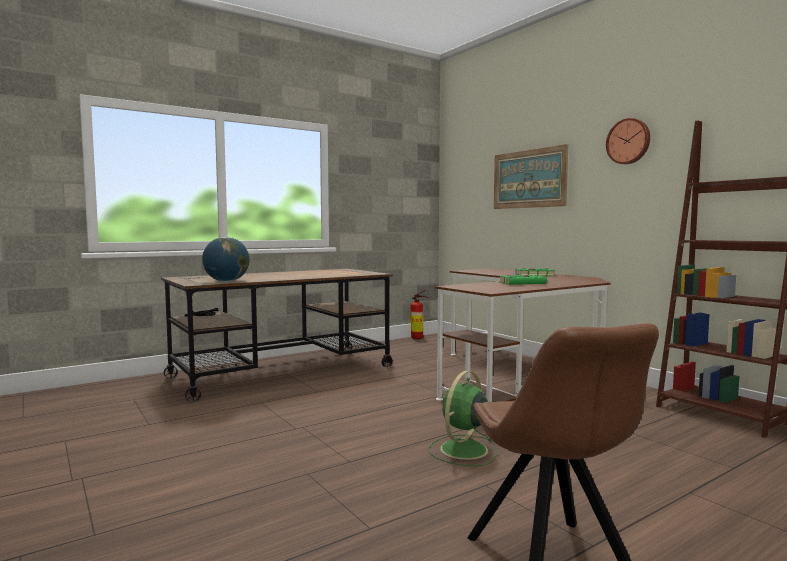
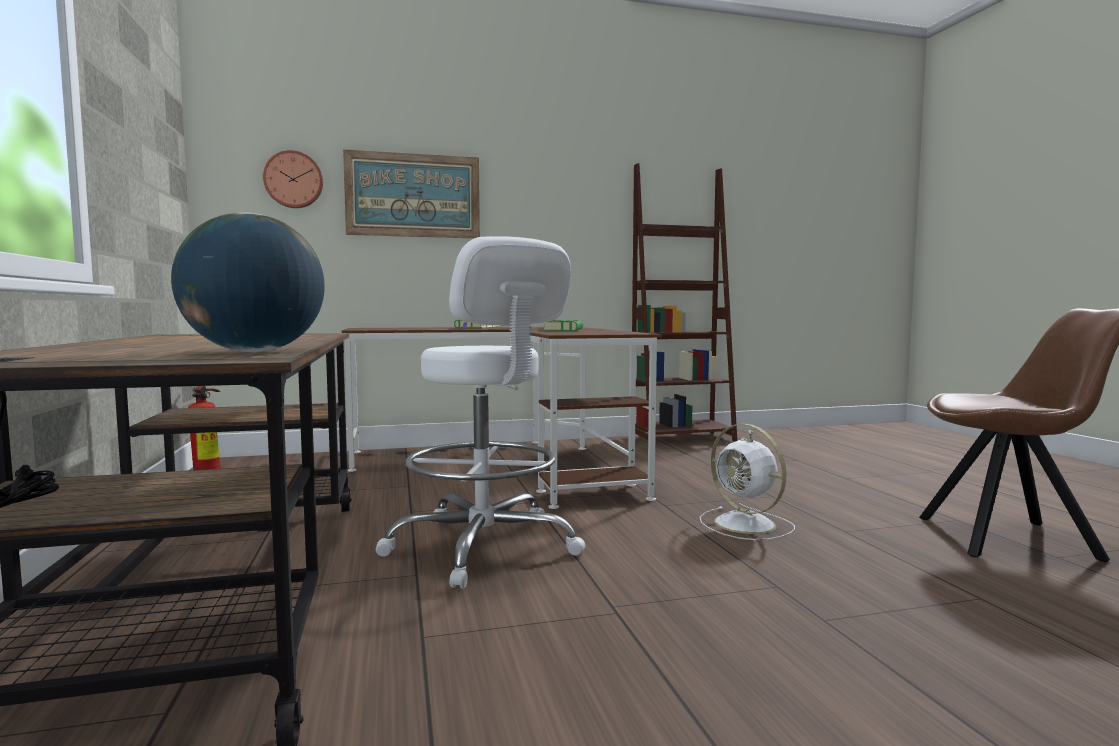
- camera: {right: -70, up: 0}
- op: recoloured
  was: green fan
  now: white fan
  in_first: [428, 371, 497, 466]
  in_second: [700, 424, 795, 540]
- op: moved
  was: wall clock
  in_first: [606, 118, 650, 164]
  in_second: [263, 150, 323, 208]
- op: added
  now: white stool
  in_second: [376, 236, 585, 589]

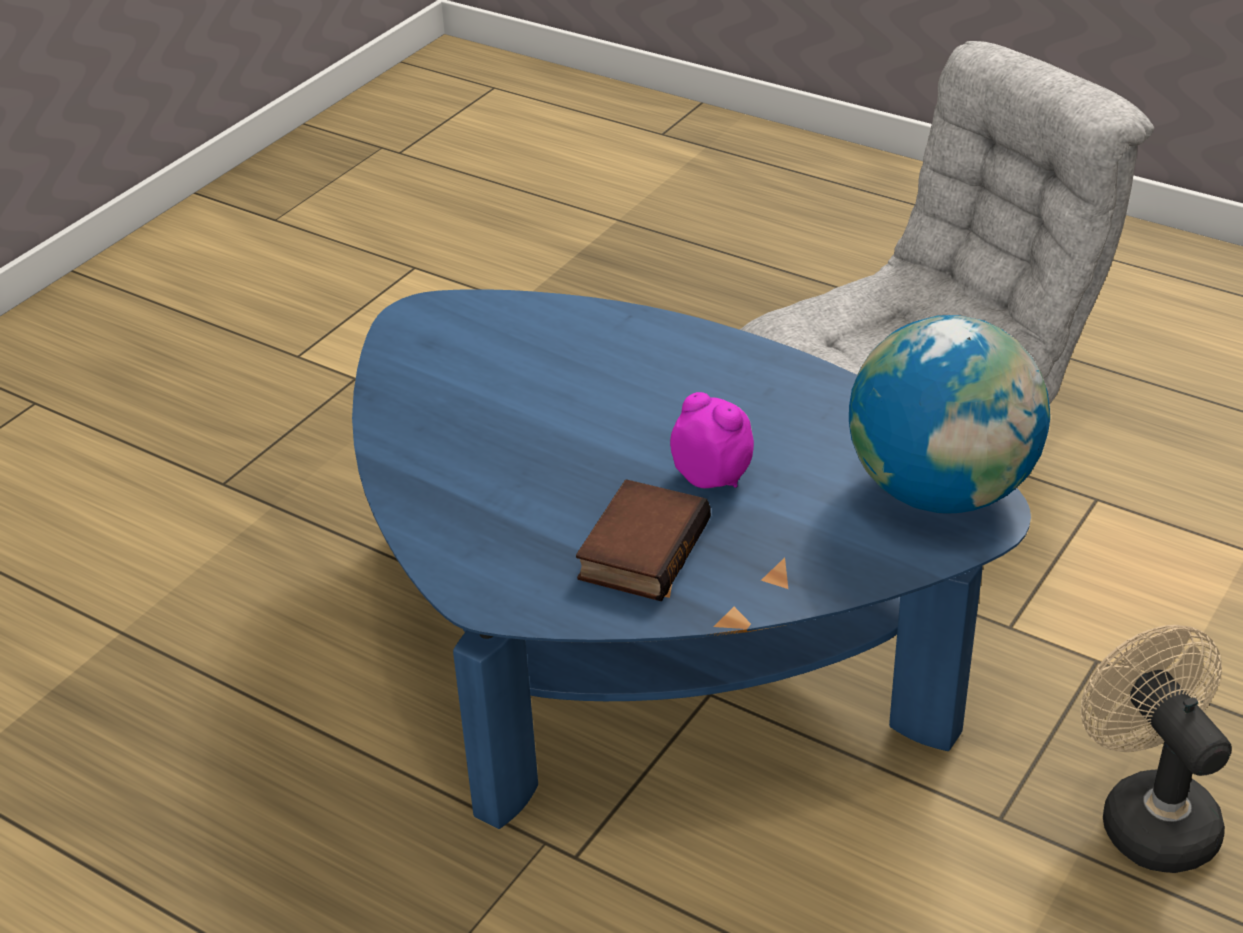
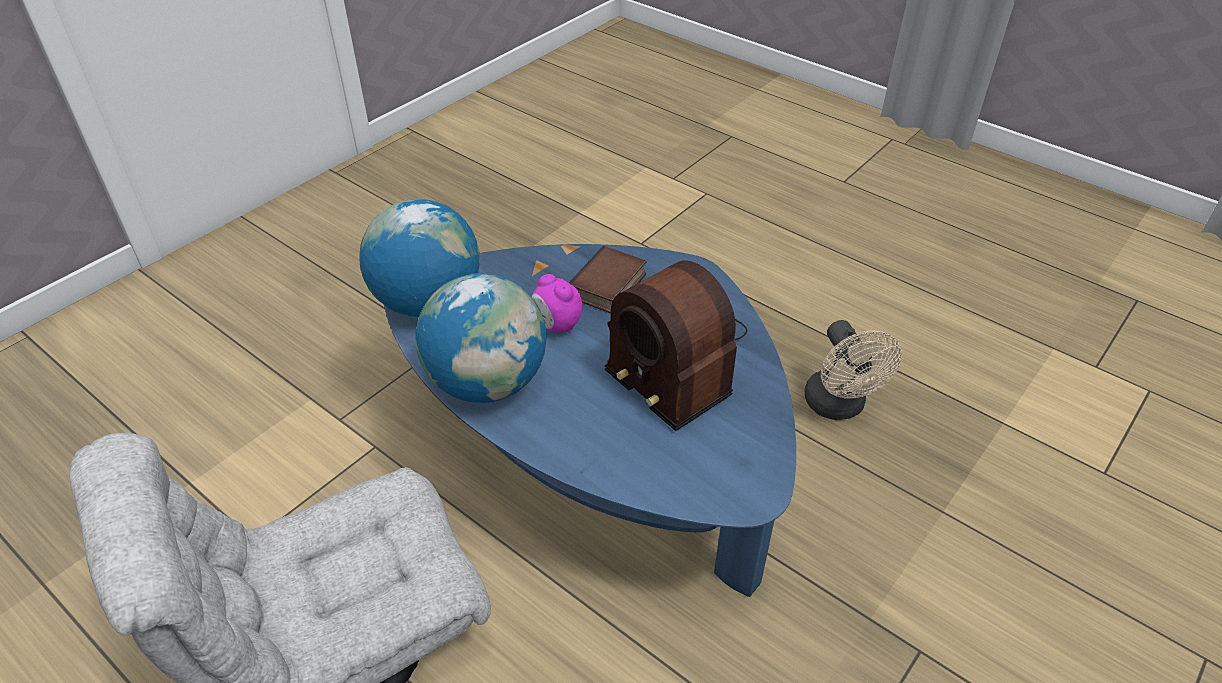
- camera: {right: -175, up: 5}
- op: moved
  was: beige fan
  in_first: [1081, 625, 1232, 873]
  in_second: [804, 320, 902, 420]
- op: added
  now: globe
  in_second: [416, 273, 547, 403]
- op: added
  now: radio
  in_second: [605, 260, 747, 431]

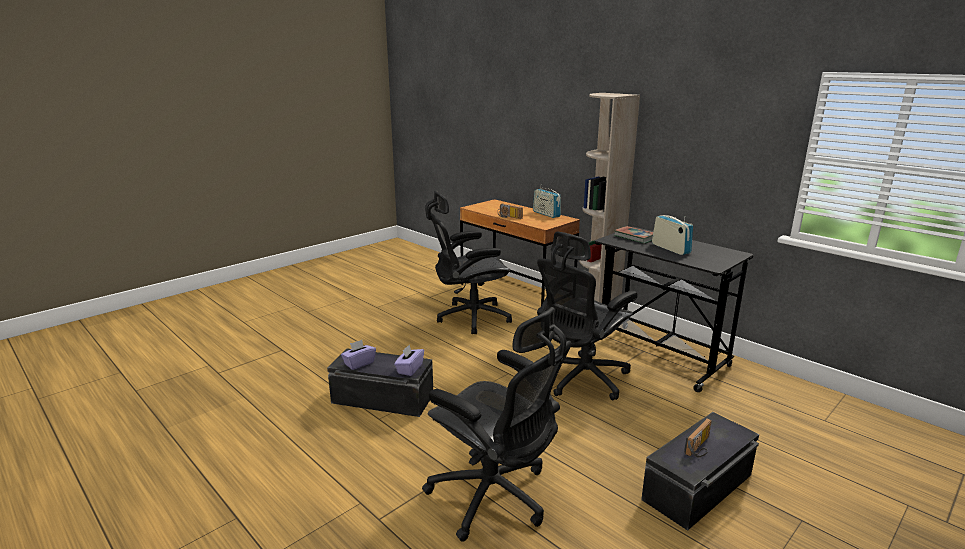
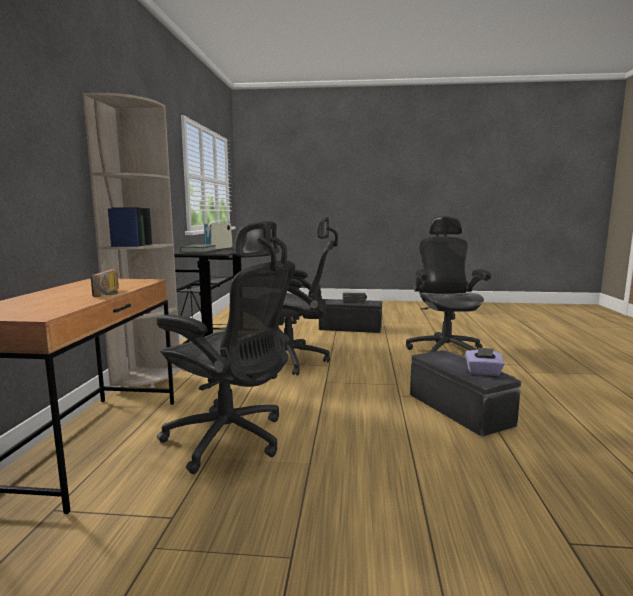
- camera: {right: -130, up: -10}
- op: removed
  was: purple tissue box
  in_first: [394, 345, 424, 376]
- op: removed
  was: radio
  in_first: [533, 188, 561, 218]

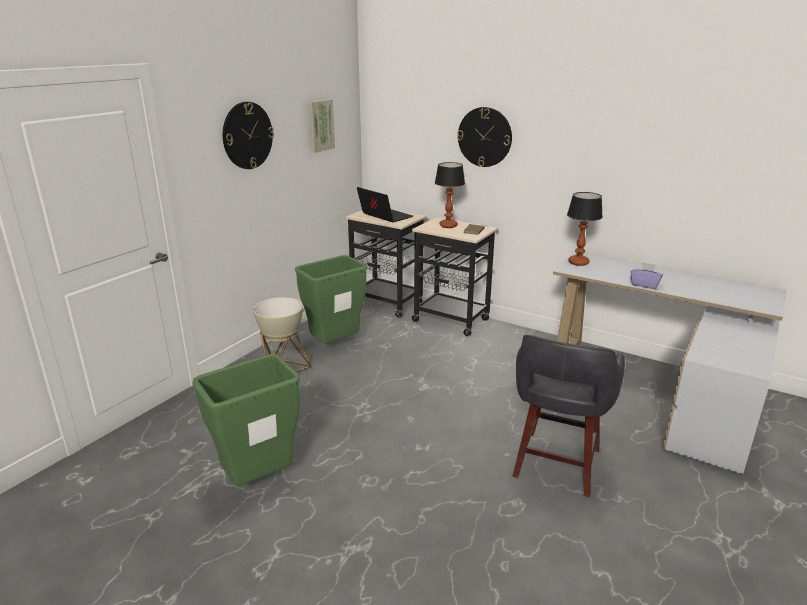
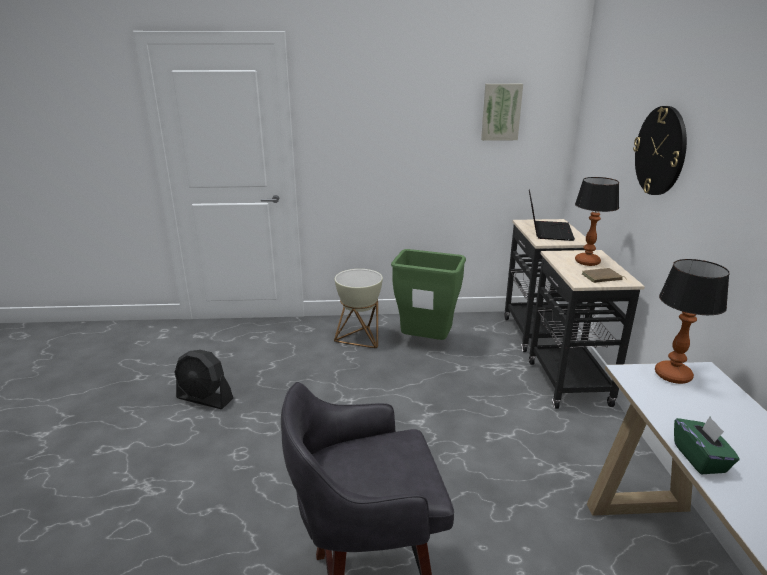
- camera: {right: 55, up: 0}
- op: replaced
  was: green trash can
  now: black fan
  in_first: [193, 354, 300, 486]
  in_second: [174, 350, 233, 409]
- op: removed
  was: wall clock
  in_first: [223, 102, 274, 169]
- op: recoloured
  was: purple tissue box
  now: green tissue box
  in_first: [630, 262, 663, 289]
  in_second: [674, 417, 740, 474]

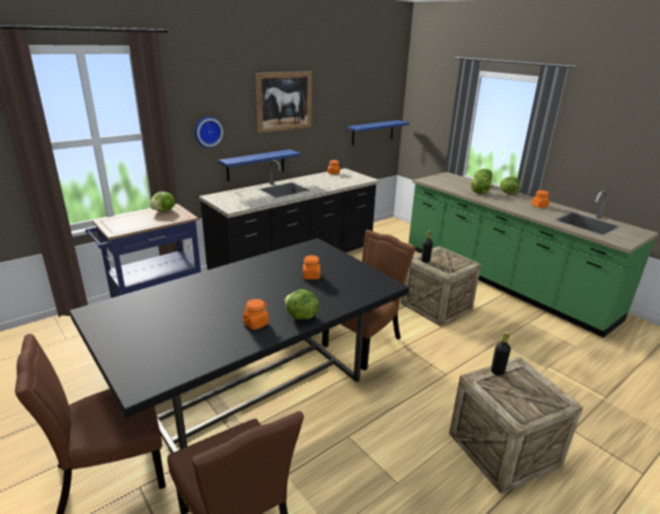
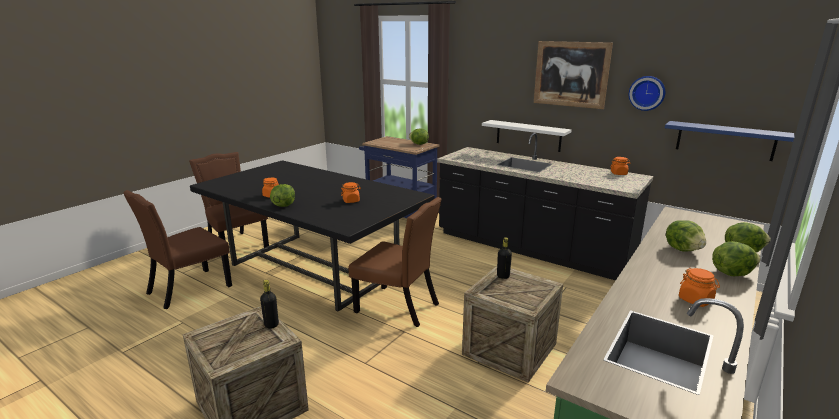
- camera: {right: 75, up: -5}
- op: moved
  was: wall clock
  in_first: [195, 117, 223, 148]
  in_second: [629, 76, 665, 111]
- op: recoloured
  was: blue shelf
  now: white shelf
  in_first: [218, 149, 300, 181]
  in_second: [482, 120, 572, 152]

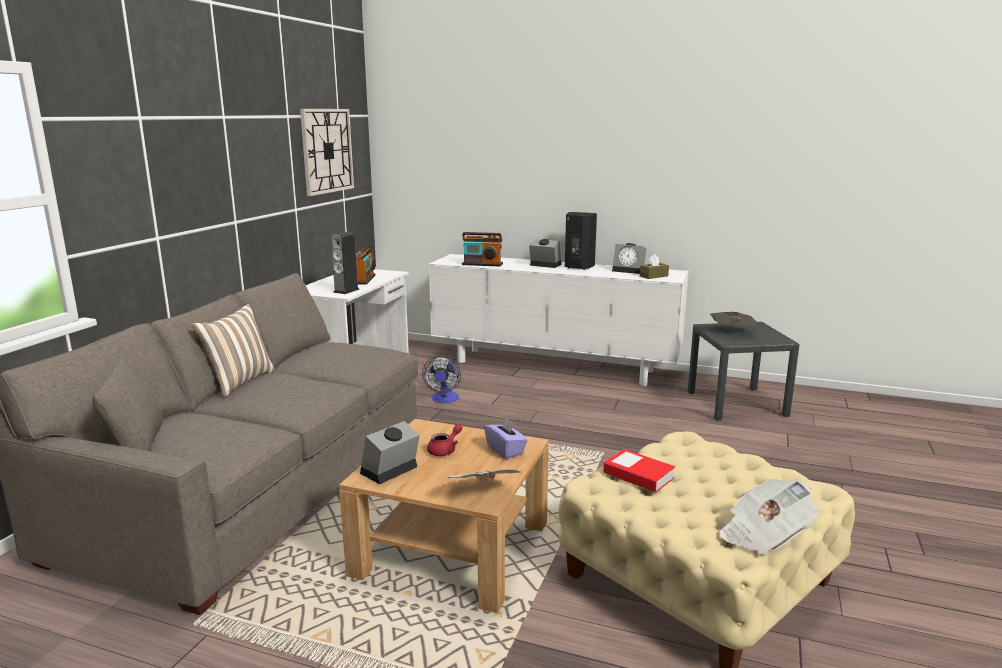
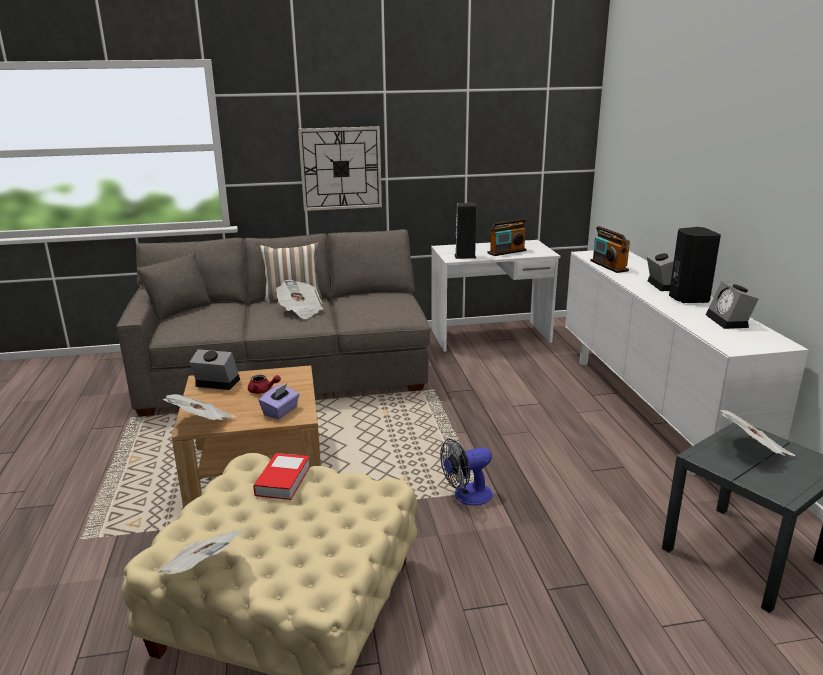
- camera: {right: 60, up: 5}
- op: moved
  was: wall clock
  in_first: [300, 109, 354, 196]
  in_second: [298, 126, 382, 211]
- op: moved
  was: fan
  in_first: [422, 356, 461, 403]
  in_second: [440, 439, 493, 505]
- op: removed
  was: brown tissue box
  in_first: [640, 254, 669, 279]
- op: added
  now: newspaper
  in_second: [276, 280, 324, 319]

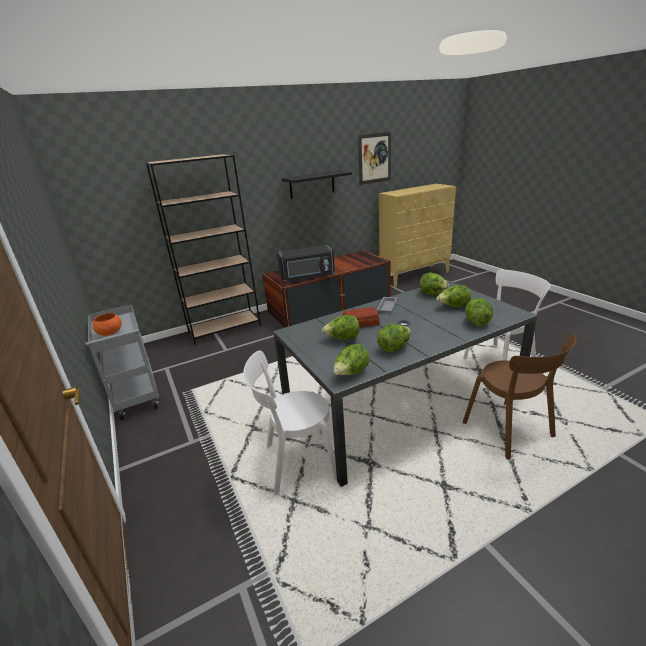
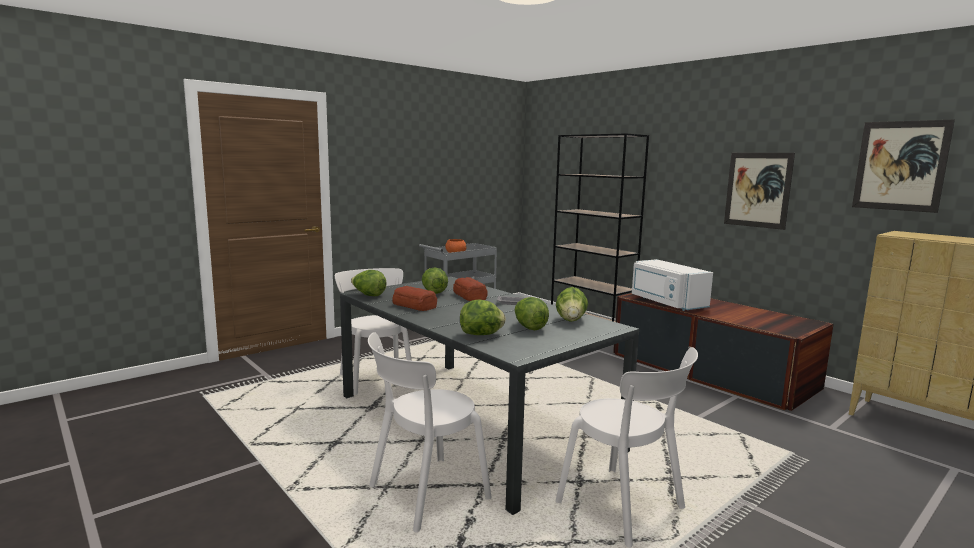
- camera: {right: 75, up: -15}
- op: recoloured
  was: black microwave
  now: white microwave
  in_first: [277, 245, 335, 282]
  in_second: [632, 259, 713, 311]
- op: replaced
  was: black shelf
  now: picture
  in_first: [282, 171, 352, 199]
  in_second: [724, 153, 795, 230]
- op: replaced
  was: lettuce
  now: bread
  in_first: [377, 324, 411, 352]
  in_second: [392, 286, 437, 311]
- op: recoloured
  was: brown chair
  now: white chair
  in_first: [463, 334, 577, 460]
  in_second: [368, 332, 492, 532]

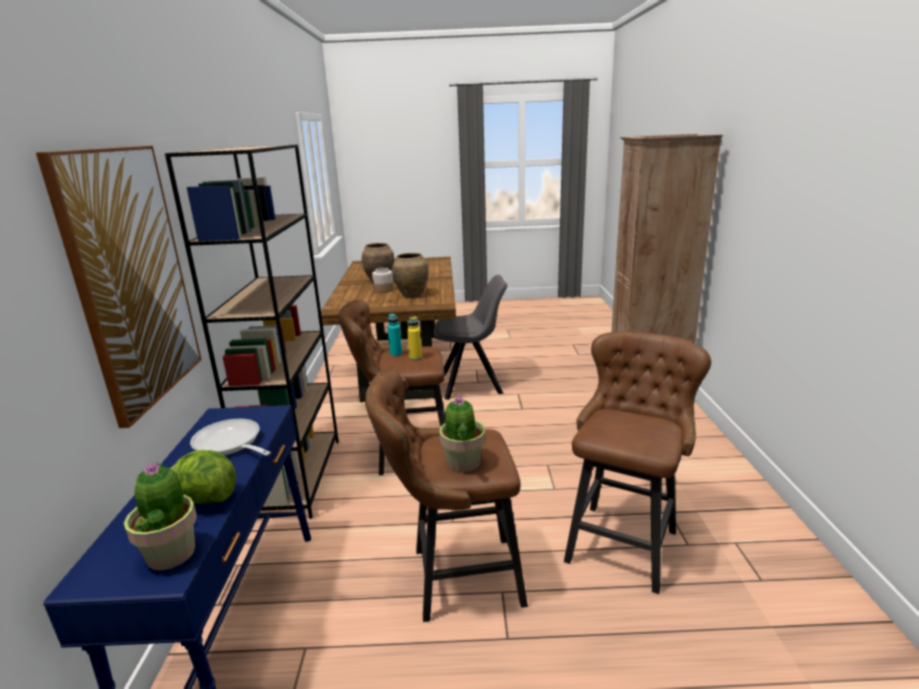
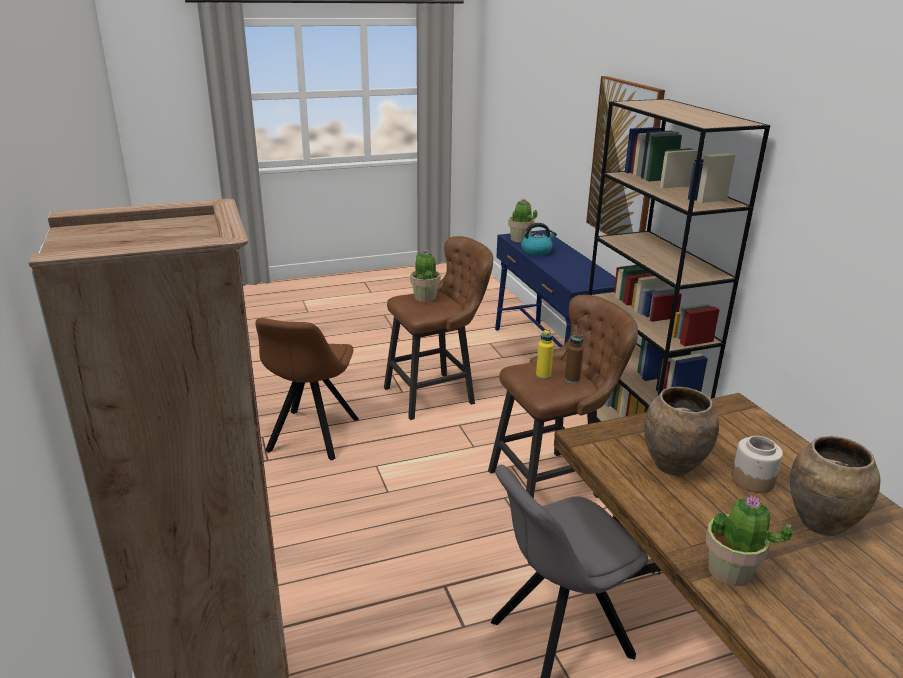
- camera: {right: 160, up: 5}
- op: replaced
  was: lettuce
  now: kettle
  in_first: [170, 450, 236, 504]
  in_second: [521, 223, 557, 256]
- op: removed
  was: frying pan
  in_first: [190, 419, 271, 456]
- op: recoloured
  was: turquoise bottle
  now: brown bottle
  in_first: [388, 313, 402, 357]
  in_second: [565, 333, 584, 383]
- op: replaced
  was: brown stool
  now: brown chair
  in_first: [564, 331, 711, 594]
  in_second: [255, 318, 359, 460]
- op: added
  now: potted plant
  in_second: [706, 495, 793, 586]

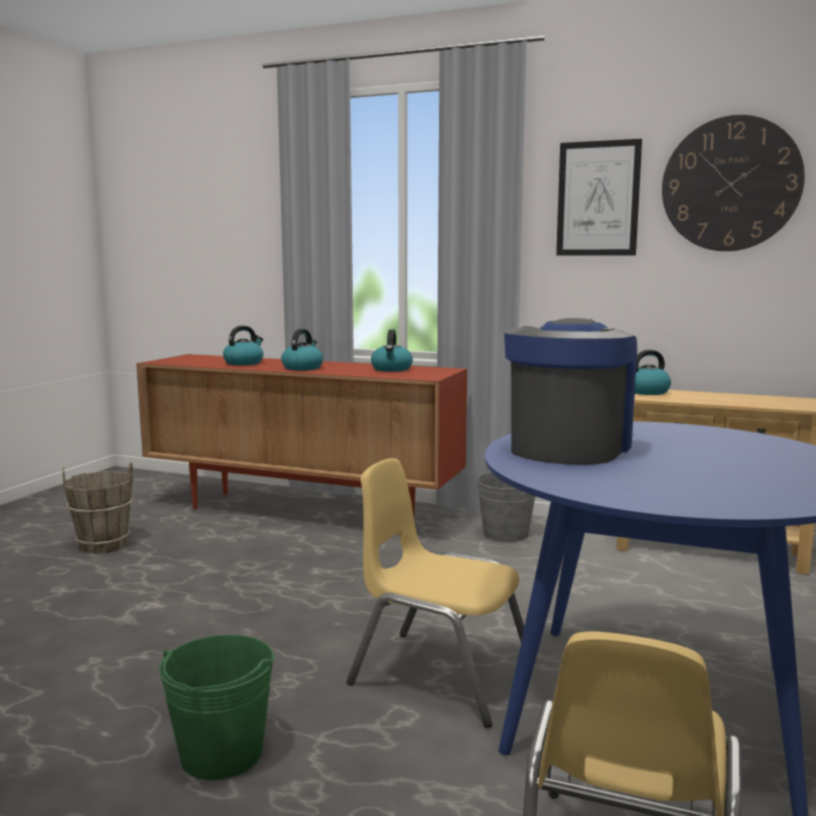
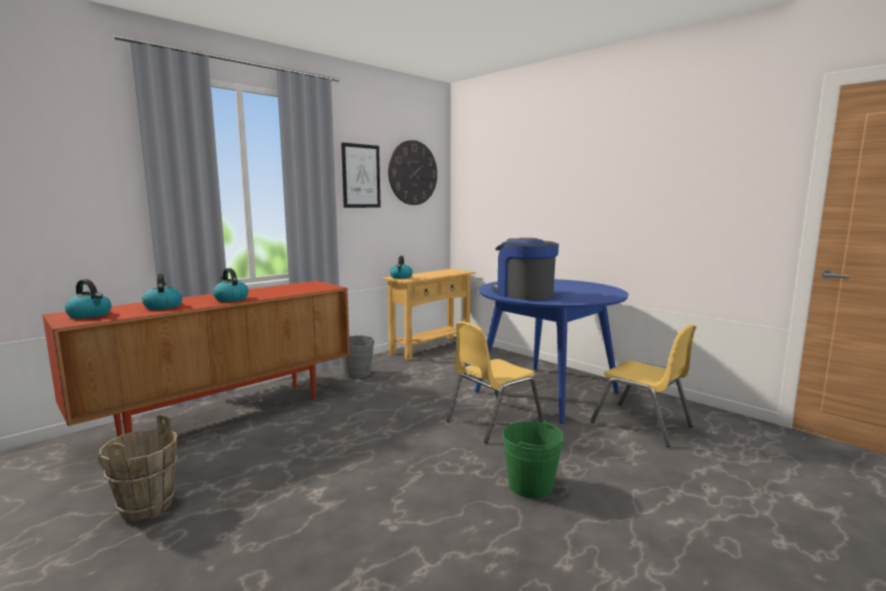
- camera: {right: -65, up: 0}
- op: moved
  was: kettle
  in_first: [371, 329, 413, 372]
  in_second: [65, 279, 112, 319]

